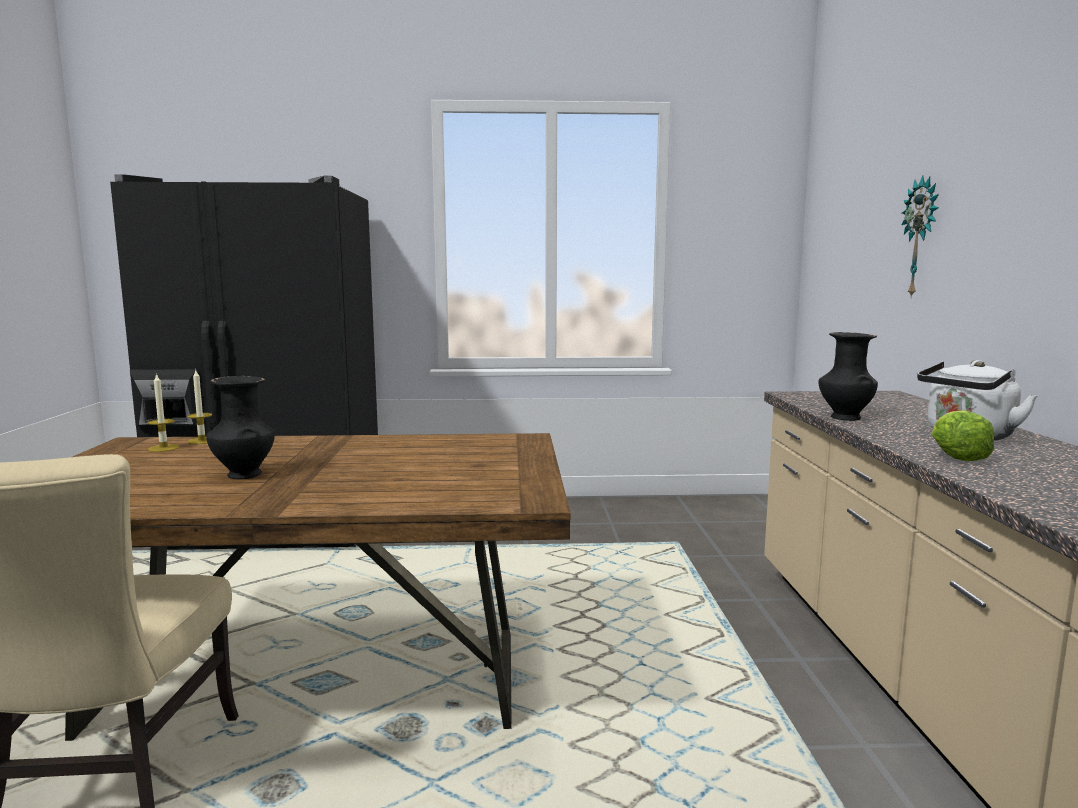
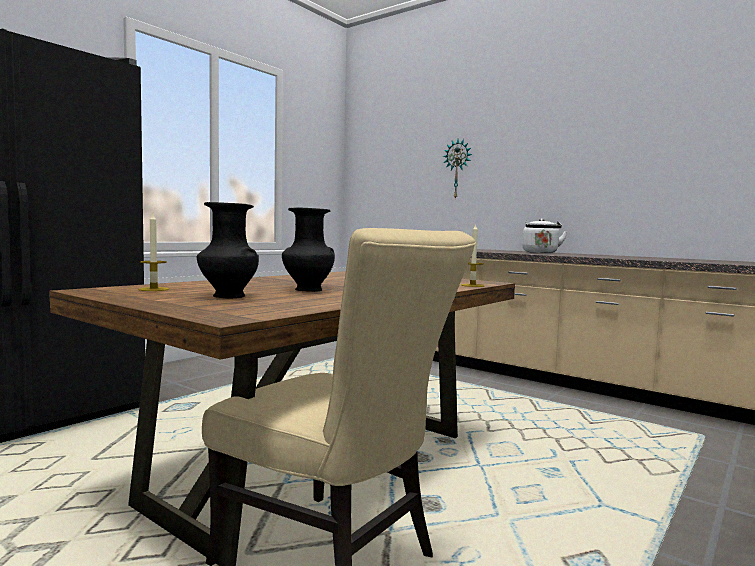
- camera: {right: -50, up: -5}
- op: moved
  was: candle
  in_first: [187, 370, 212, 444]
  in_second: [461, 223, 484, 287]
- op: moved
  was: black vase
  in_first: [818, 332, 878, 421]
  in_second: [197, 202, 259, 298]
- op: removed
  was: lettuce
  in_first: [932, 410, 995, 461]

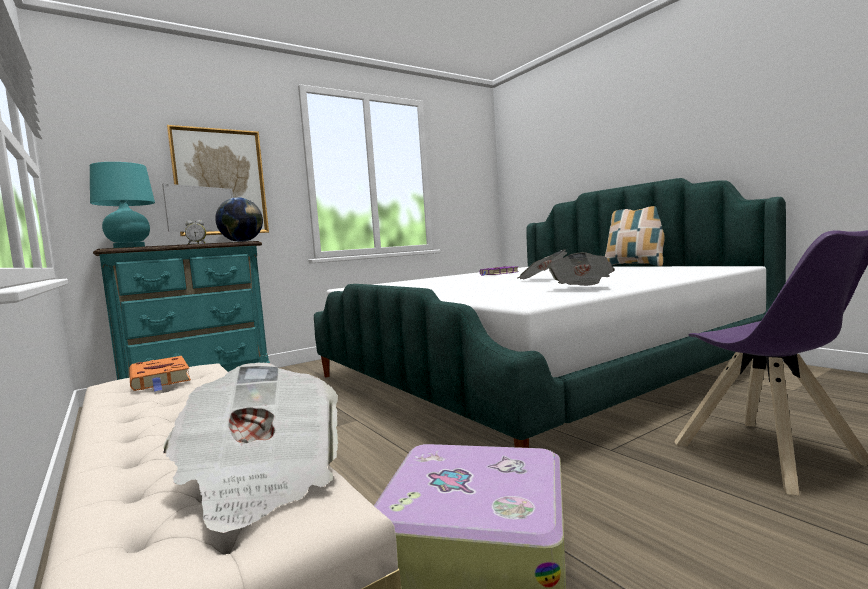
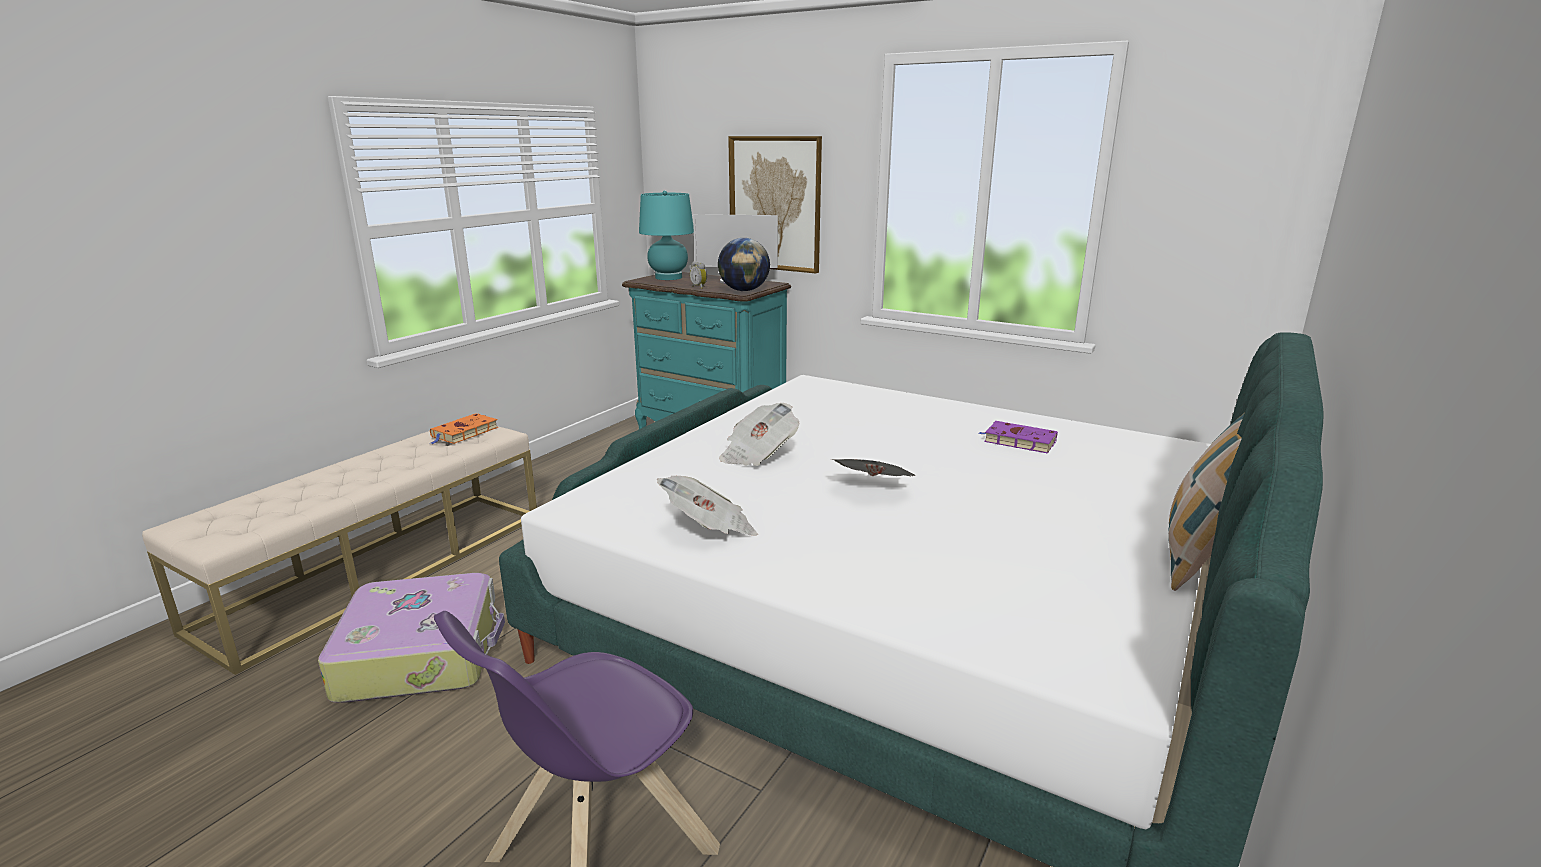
- camera: {right: 65, up: 15}
- op: moved
  was: newspaper
  in_first: [163, 363, 338, 533]
  in_second: [719, 403, 799, 466]

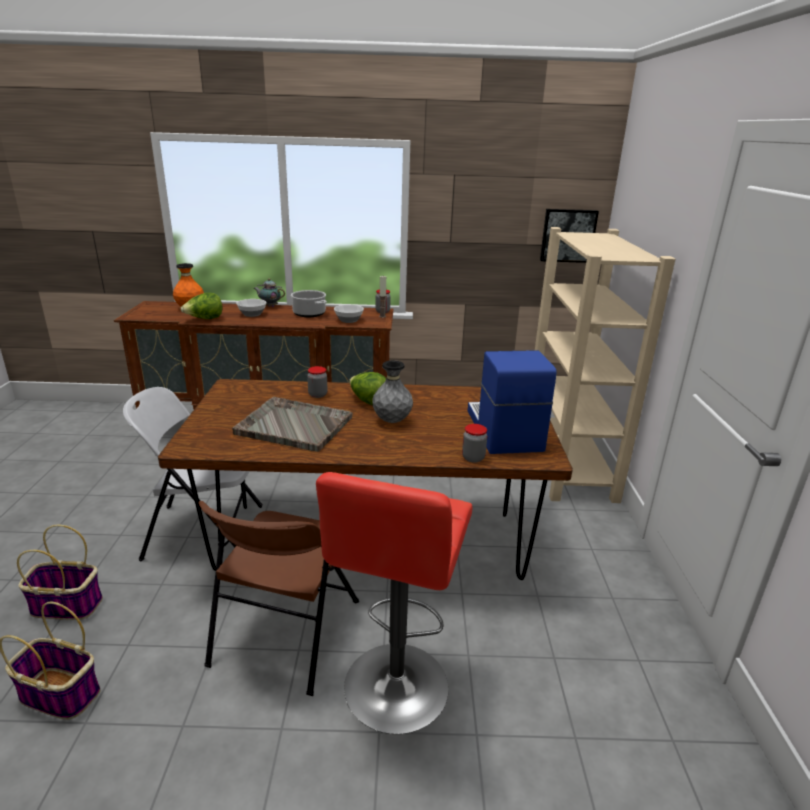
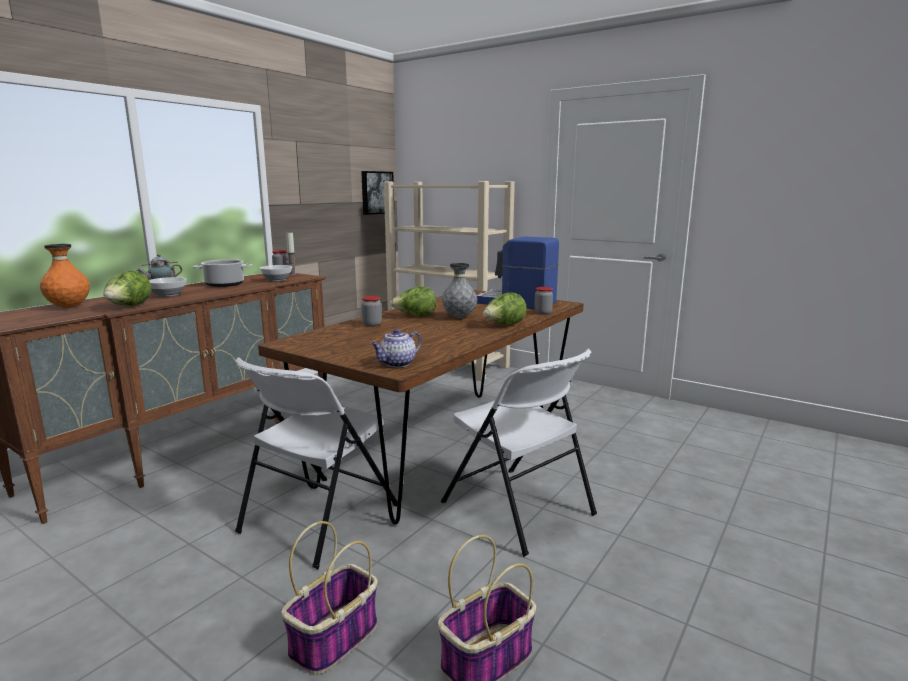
- camera: {right: -55, up: -10}
- op: recoloured
  was: brown chair
  now: white chair
  in_first: [198, 501, 359, 696]
  in_second: [441, 349, 597, 557]
- op: removed
  was: grey tray
  in_first: [232, 397, 352, 452]
- op: removed
  was: red stool
  in_first: [316, 472, 472, 734]
- op: added
  now: teapot
  in_second: [371, 329, 422, 367]
- op: added
  now: lettuce
  in_second: [483, 293, 527, 325]

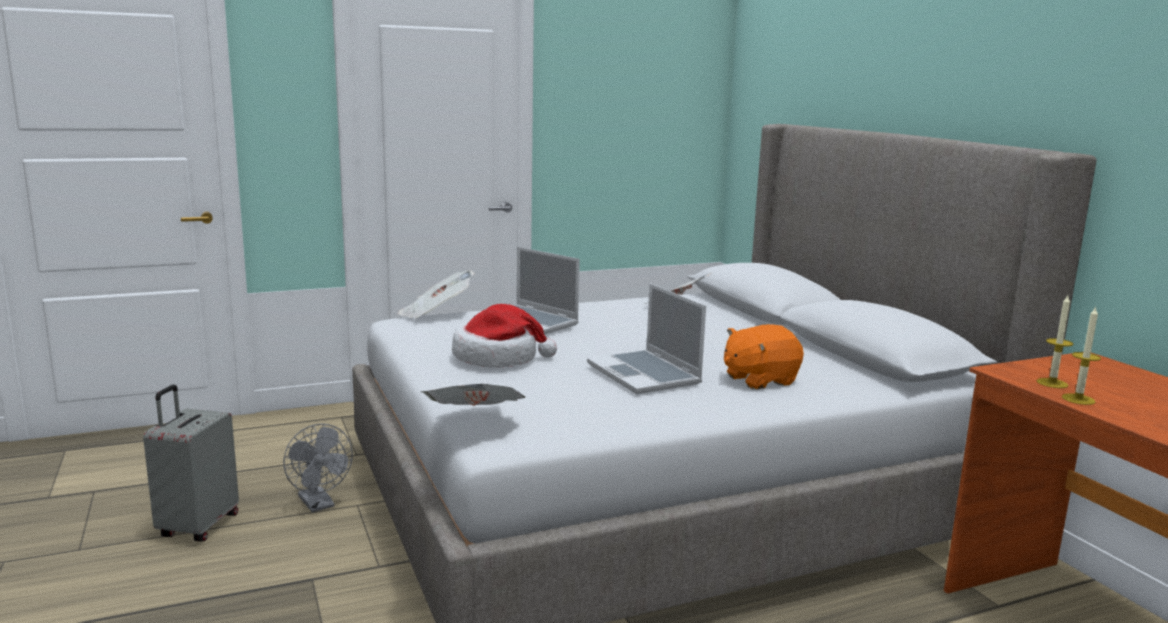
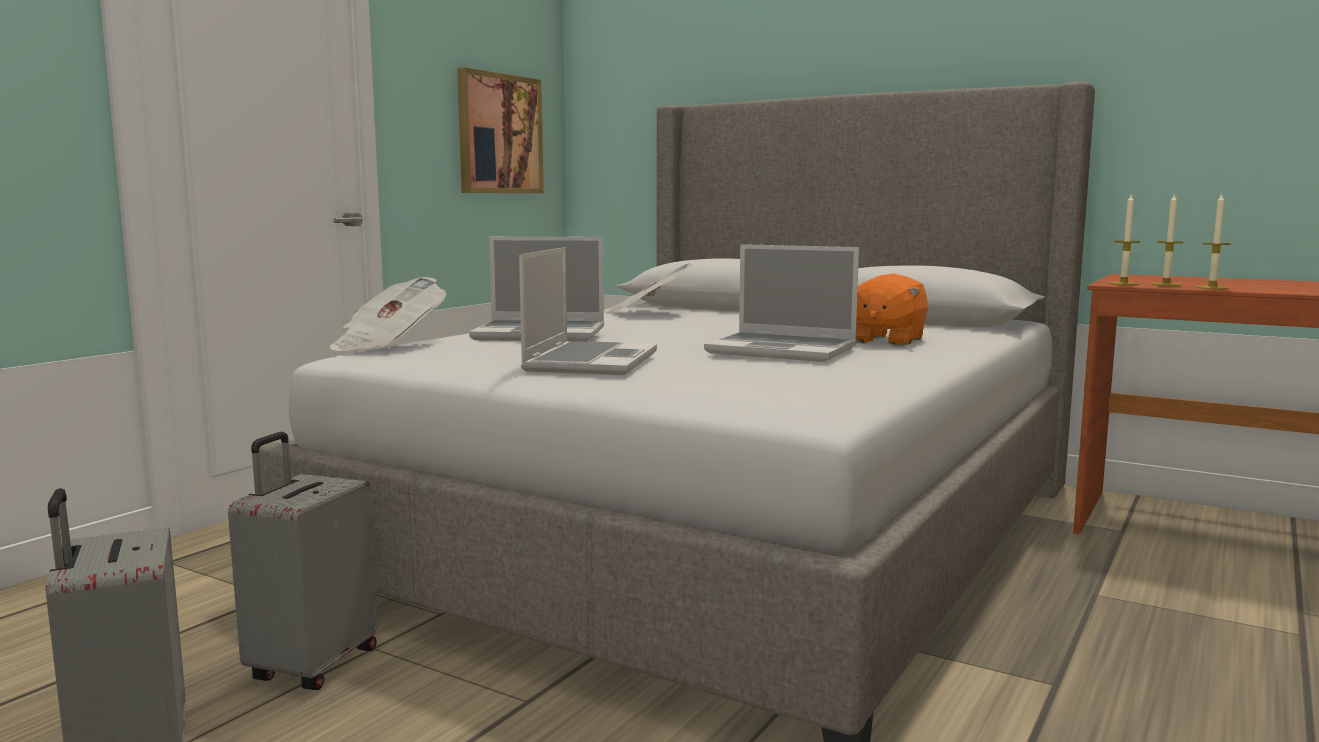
- camera: {right: -35, up: -5}
- op: replaced
  was: grey fan
  now: grey suitcase
  in_first: [283, 424, 353, 512]
  in_second: [228, 432, 378, 690]
- op: removed
  was: newspaper
  in_first: [420, 384, 526, 406]
- op: replaced
  was: hat
  now: laptop
  in_first: [452, 304, 557, 368]
  in_second: [519, 247, 657, 375]
- op: added
  now: picture
  in_second: [457, 68, 544, 193]
- op: added
  now: candle
  in_second: [1109, 194, 1140, 285]

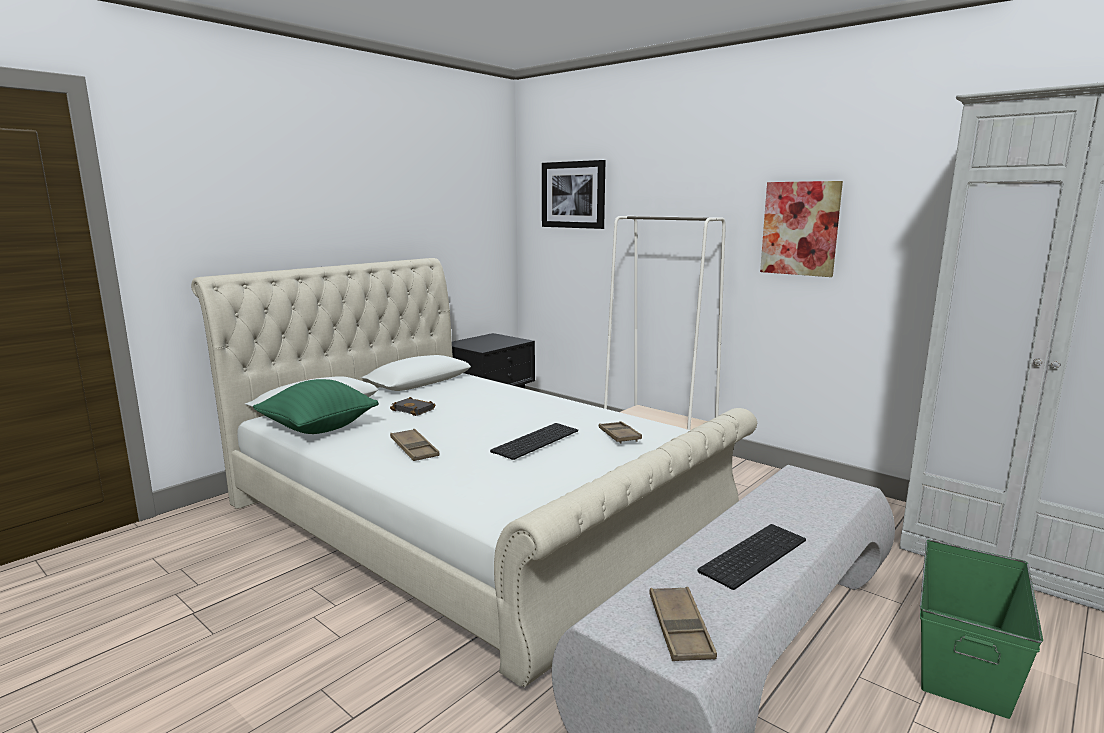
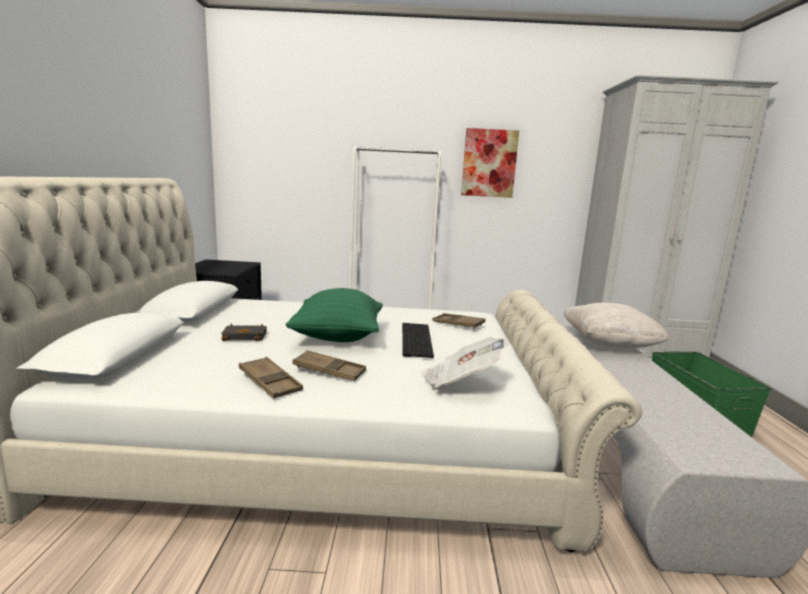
- camera: {right: -40, up: 0}
- op: moved
  was: green pillow
  in_first: [253, 379, 379, 434]
  in_second: [286, 288, 383, 342]
- op: removed
  was: picture
  in_first: [542, 160, 605, 229]
- op: moved
  was: brown tray
  in_first: [649, 587, 717, 661]
  in_second: [239, 357, 303, 399]
- op: removed
  was: keyboard
  in_first: [697, 524, 806, 590]
- op: added
  now: newspaper
  in_second: [421, 337, 509, 388]
- op: added
  now: beige pillow
  in_second: [563, 303, 672, 348]

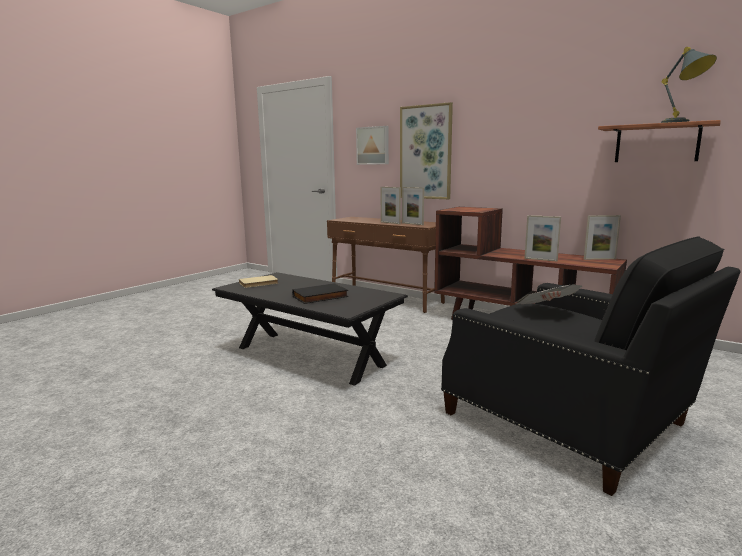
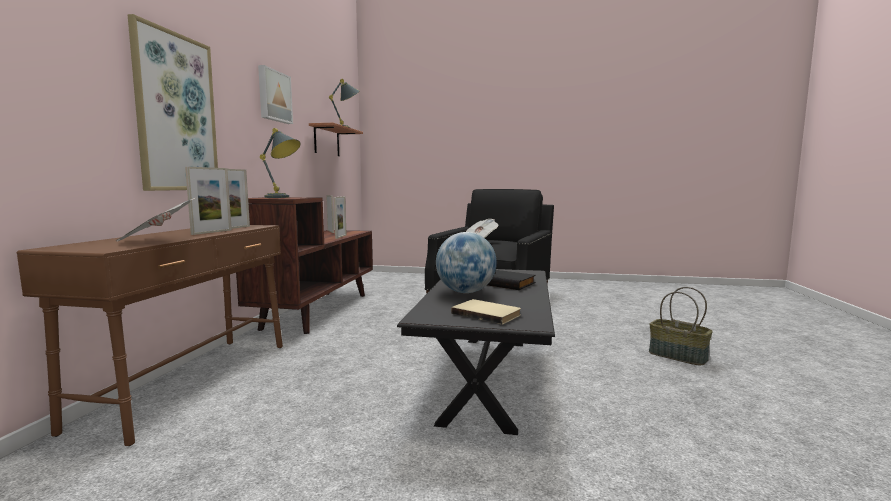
- camera: {right: -115, up: -5}
- op: moved
  was: picture
  in_first: [356, 126, 389, 165]
  in_second: [258, 65, 293, 124]
- op: added
  now: newspaper
  in_second: [116, 198, 195, 242]
- op: added
  now: grey table lamp
  in_second: [260, 128, 301, 198]
- op: added
  now: globe
  in_second: [436, 232, 497, 293]
- op: added
  now: basket
  in_second: [649, 287, 713, 366]

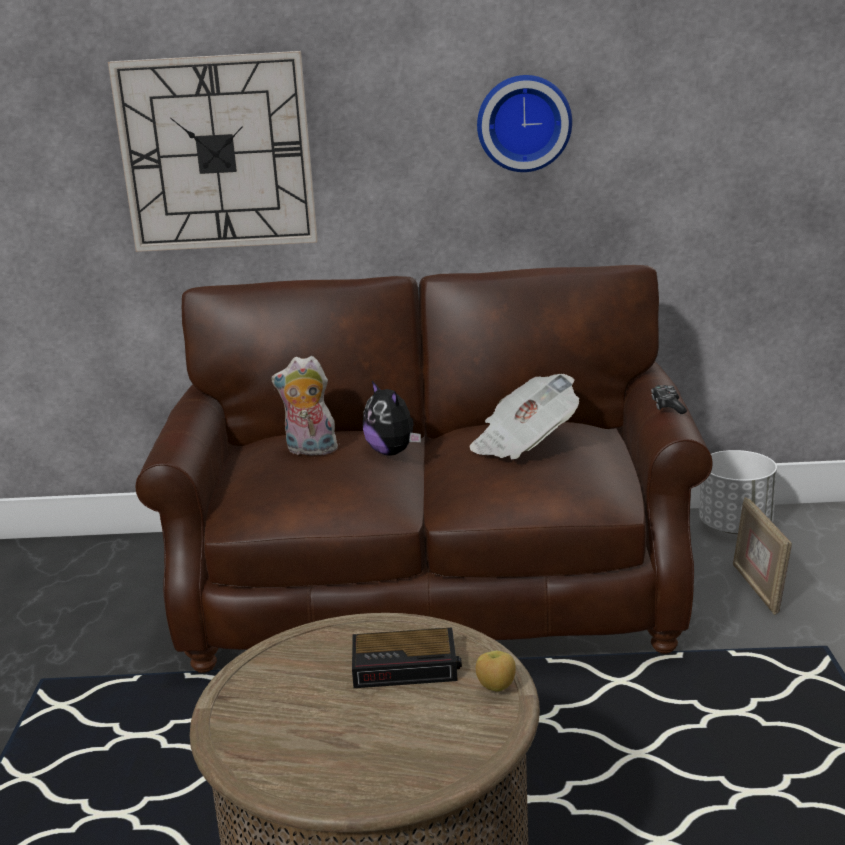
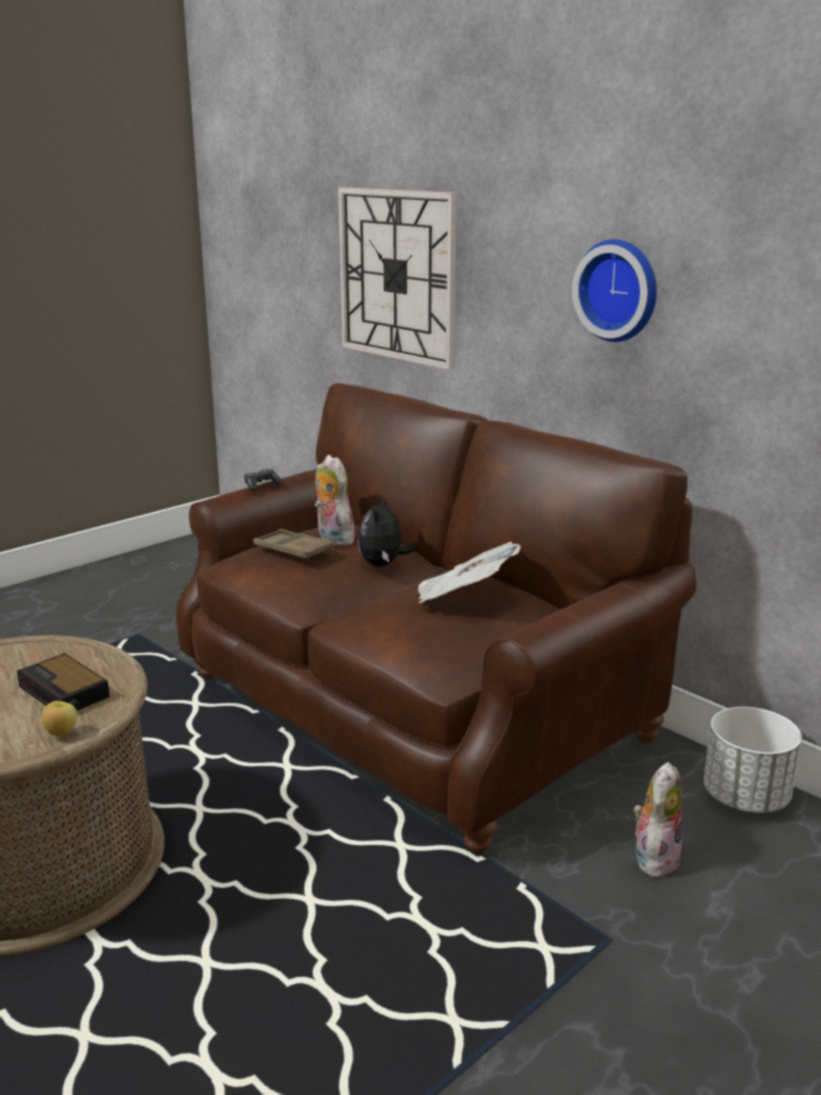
- camera: {right: 45, up: 0}
- op: moved
  was: game controller
  in_first: [651, 385, 687, 414]
  in_second: [244, 469, 282, 491]
- op: replaced
  was: picture frame
  now: plush toy
  in_first: [733, 497, 792, 615]
  in_second: [634, 762, 682, 879]
- op: added
  now: brown tray
  in_second: [253, 529, 334, 560]

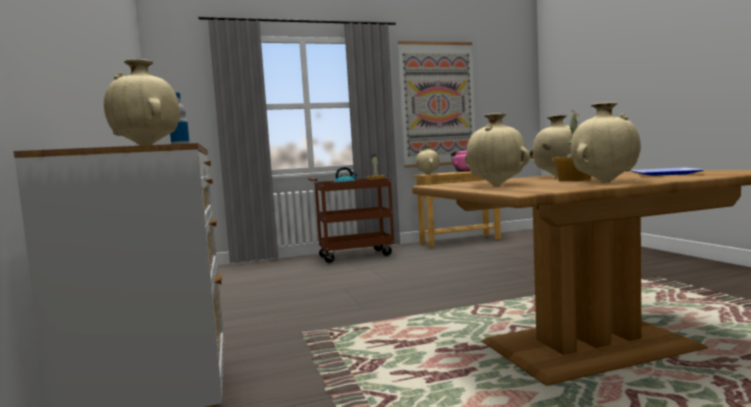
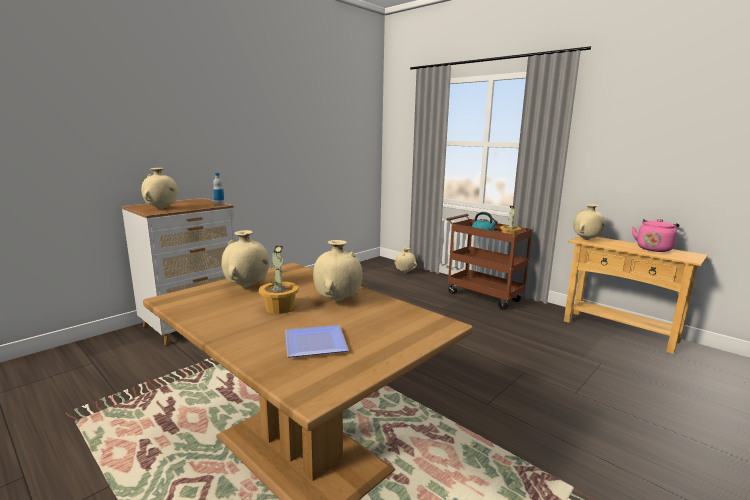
- camera: {right: 60, up: 10}
- op: removed
  was: picture
  in_first: [398, 41, 475, 168]
- op: moved
  was: beige vase
  in_first: [571, 102, 641, 183]
  in_second: [394, 247, 417, 273]

